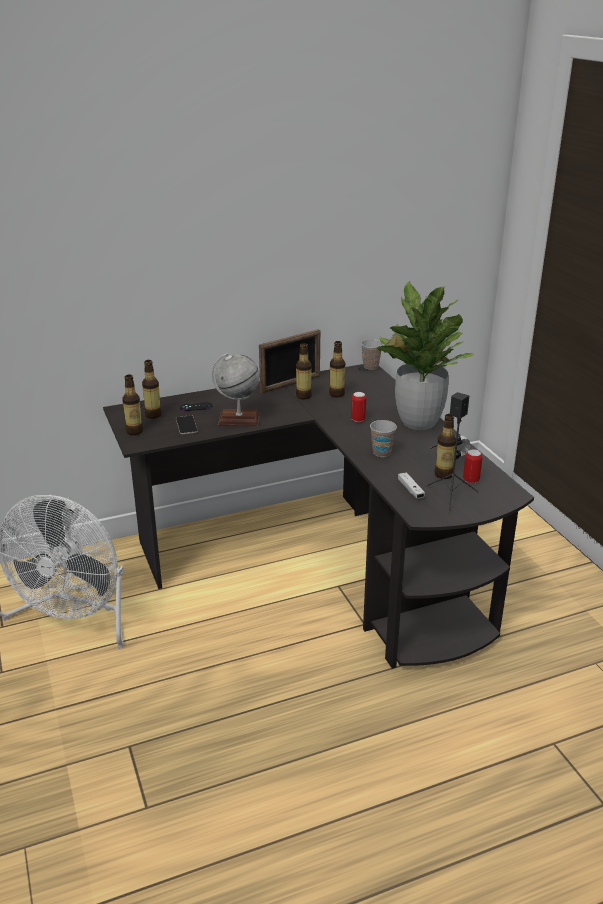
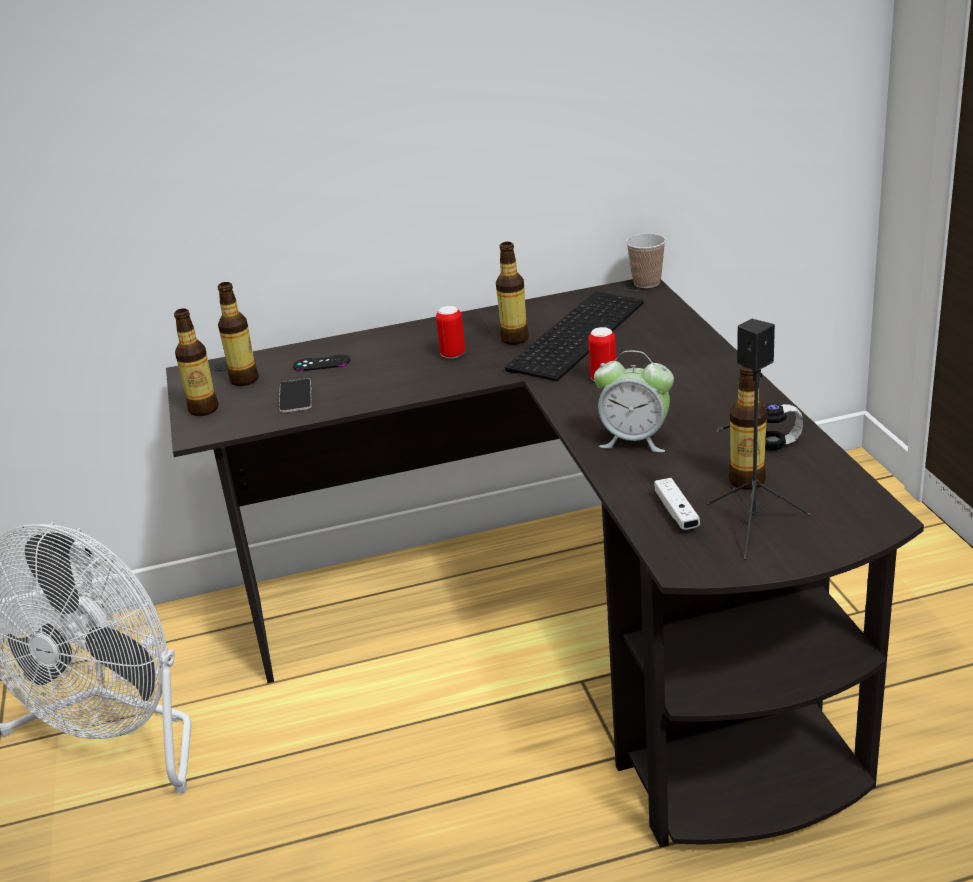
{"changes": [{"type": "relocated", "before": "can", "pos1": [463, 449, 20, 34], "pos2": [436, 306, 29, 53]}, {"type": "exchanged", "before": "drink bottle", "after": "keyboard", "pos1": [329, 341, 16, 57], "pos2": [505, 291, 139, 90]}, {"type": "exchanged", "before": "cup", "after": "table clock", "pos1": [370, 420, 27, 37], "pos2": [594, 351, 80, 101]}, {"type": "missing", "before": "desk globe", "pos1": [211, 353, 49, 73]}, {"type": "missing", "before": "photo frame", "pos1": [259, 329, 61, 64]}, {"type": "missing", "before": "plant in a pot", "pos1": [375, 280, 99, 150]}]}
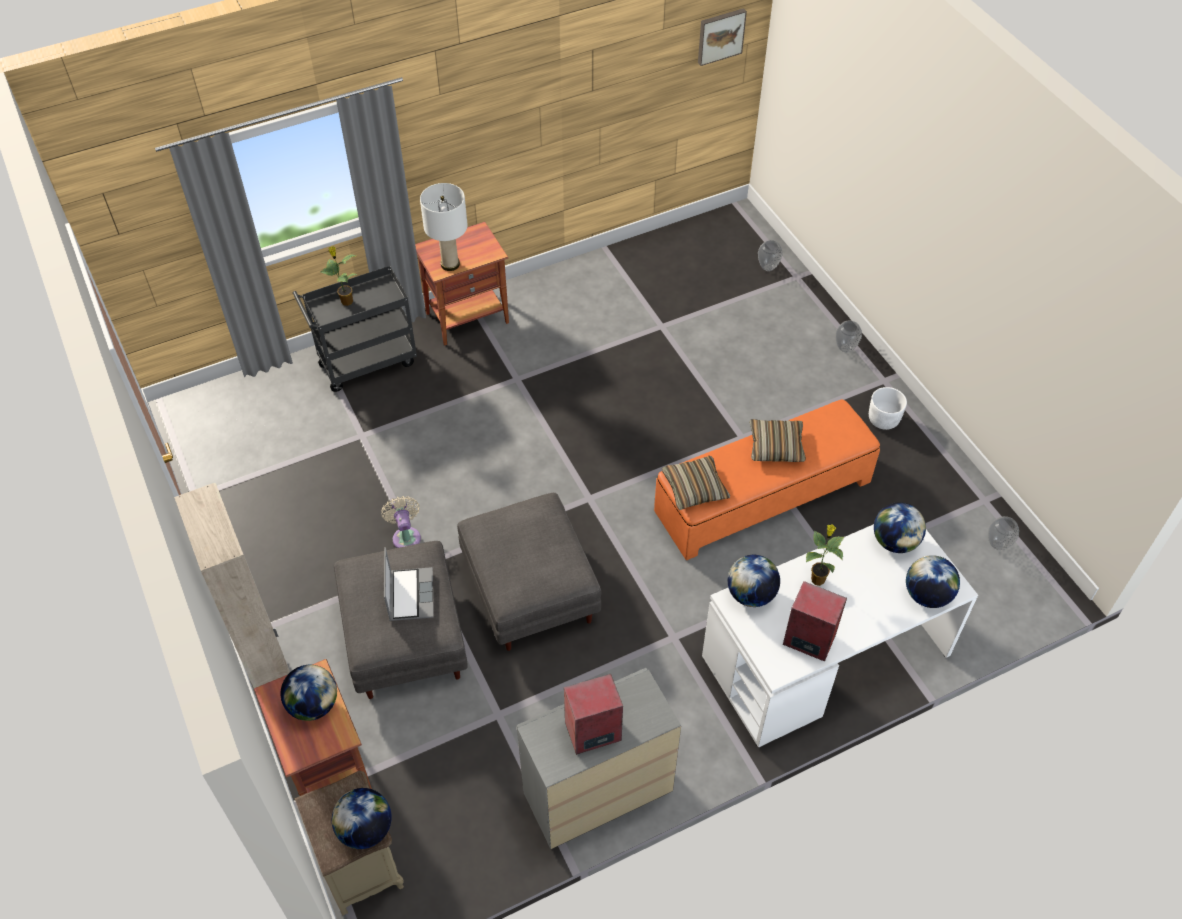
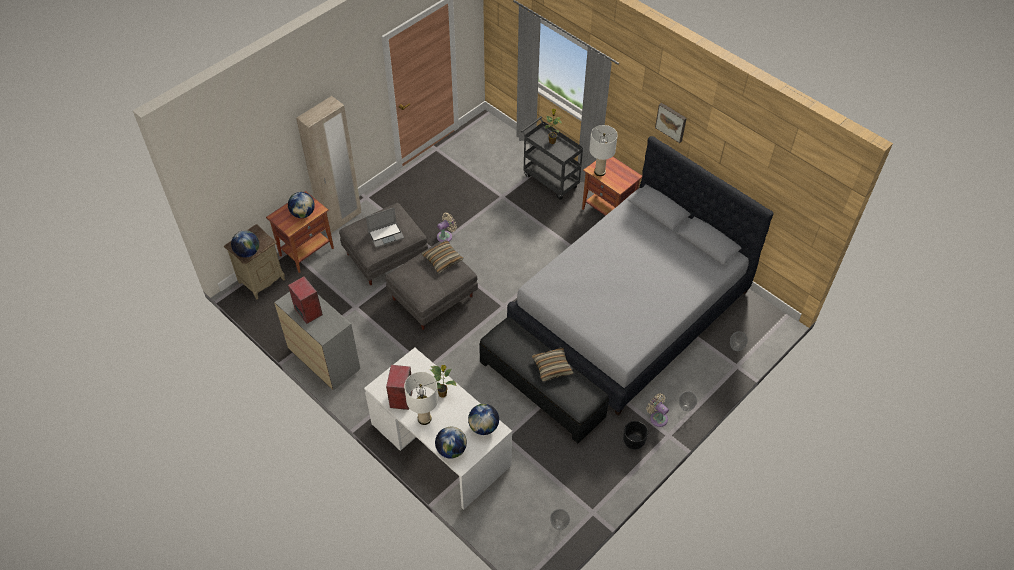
{"changes": [{"type": "appeared", "after": "lamp for a table in white-coloured", "pos2": [404, 372, 34, 53]}, {"type": "relocated", "before": "throw pillow", "pos1": [662, 456, 68, 54], "pos2": [422, 240, 42, 33]}, {"type": "colour", "before": "bench in orangey", "after": "bench in black-coloured", "pos1": [654, 399, 226, 161], "pos2": [479, 317, 130, 126]}, {"type": "appeared", "after": "sleeping bed in gray", "pos2": [507, 136, 267, 279]}, {"type": "colour", "before": "flower pot in white-coloured", "after": "flower pot in black-coloured", "pos1": [869, 387, 38, 43], "pos2": [623, 421, 25, 29]}, {"type": "appeared", "after": "fan in beige", "pos2": [646, 393, 23, 34]}, {"type": "relocated", "before": "picture", "pos1": [698, 8, 49, 58], "pos2": [655, 103, 32, 40]}, {"type": "missing", "before": "desk globe", "pos1": [728, 555, 52, 52]}]}
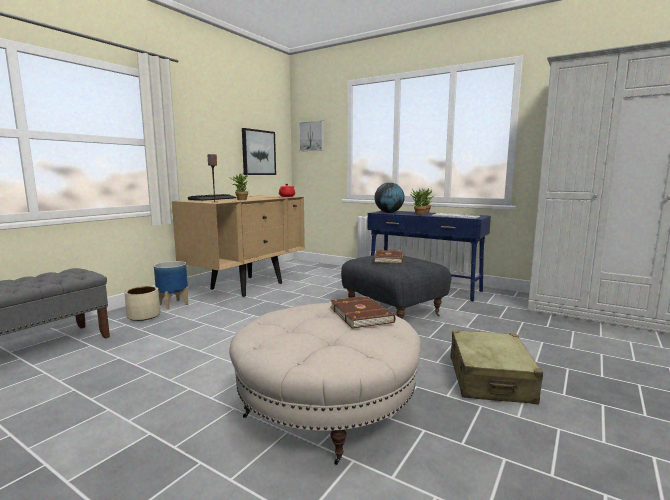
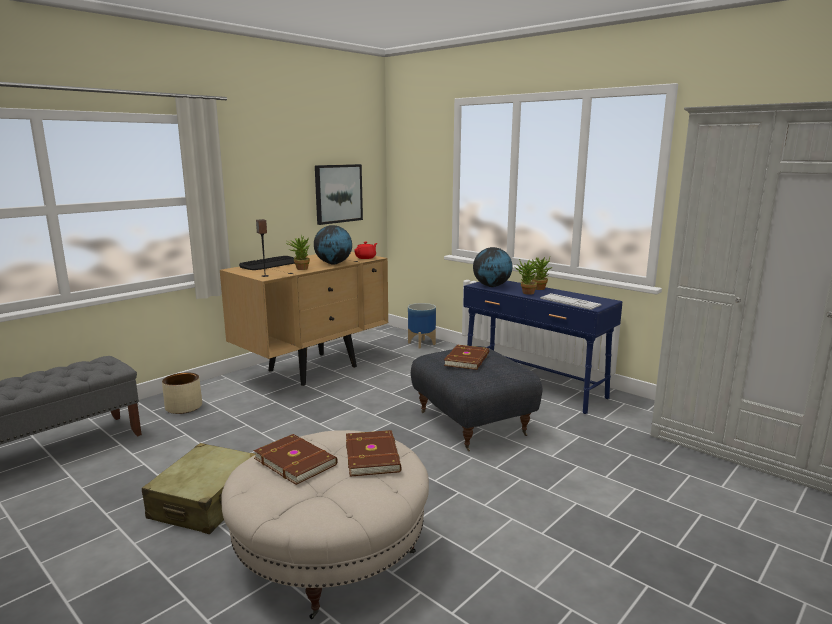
{"changes": [{"type": "relocated", "before": "suitcase in beige", "pos1": [450, 330, 93, 74], "pos2": [142, 443, 113, 91]}, {"type": "appeared", "after": "book in brown-coloured", "pos2": [253, 434, 85, 51]}, {"type": "appeared", "after": "desk globe", "pos2": [314, 225, 38, 39]}, {"type": "relocated", "before": "flower pot", "pos1": [154, 261, 34, 48], "pos2": [408, 303, 28, 46]}, {"type": "missing", "before": "picture", "pos1": [299, 120, 25, 31]}]}
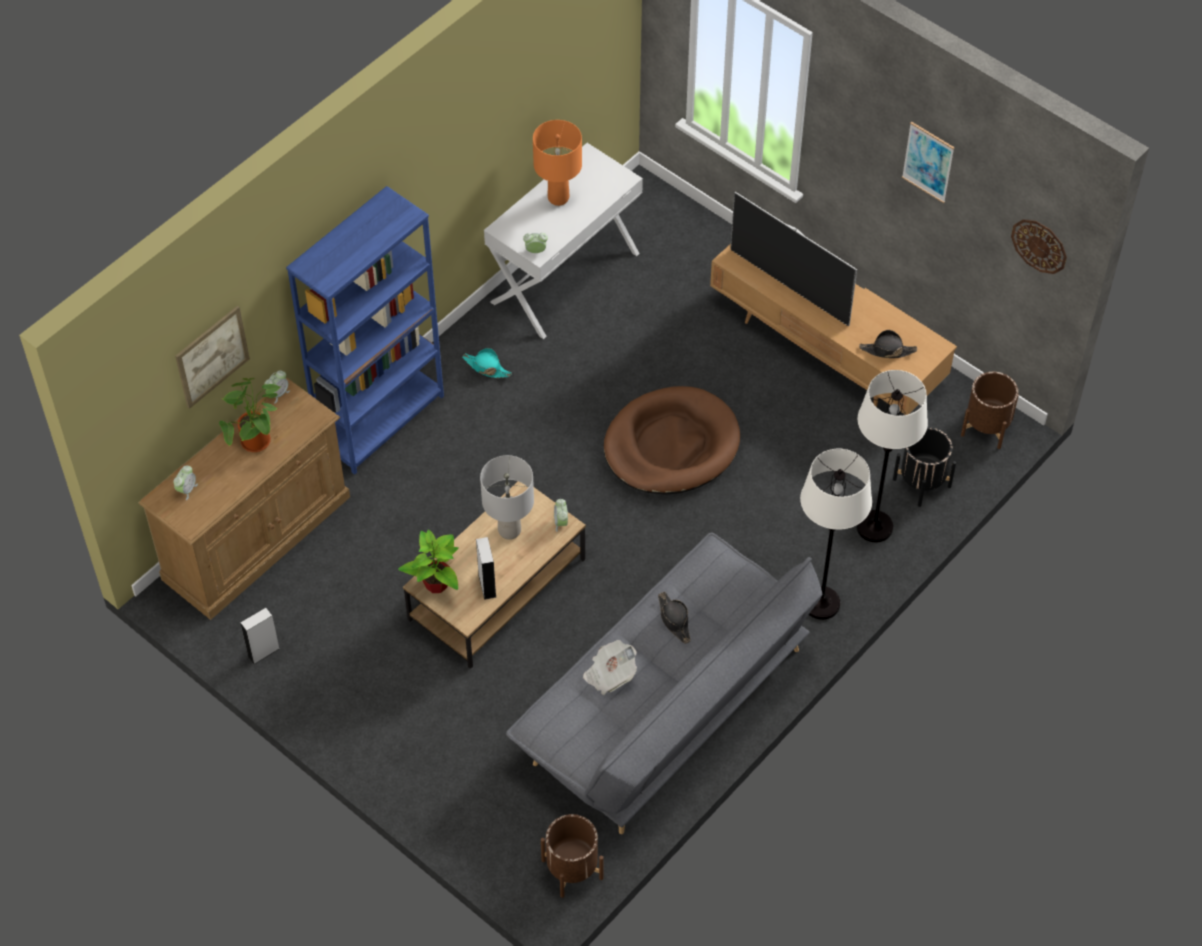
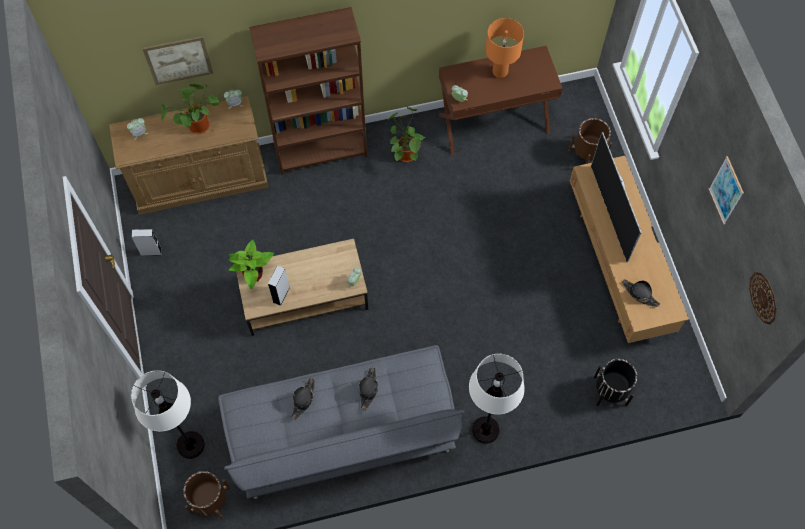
{"changes": [{"type": "relocated", "before": "floor lamp in white-coloured", "pos1": [856, 370, 72, 172], "pos2": [131, 370, 74, 89]}, {"type": "colour", "before": "shelving unit in blue-coloured", "after": "shelving unit in brown-coloured", "pos1": [286, 186, 158, 289], "pos2": [249, 7, 118, 168]}, {"type": "exchanged", "before": "newspaper", "after": "wearable hat in black-coloured", "pos1": [583, 640, 54, 55], "pos2": [292, 378, 23, 42]}, {"type": "exchanged", "before": "wearable hat in turquoise", "after": "plant in a pot", "pos1": [462, 348, 50, 30], "pos2": [387, 107, 38, 55]}, {"type": "colour", "before": "hall table in white-coloured", "after": "hall table in brown-coloured", "pos1": [484, 143, 159, 196], "pos2": [438, 46, 125, 109]}, {"type": "relocated", "before": "flower pot in brown-coloured", "pos1": [961, 372, 58, 77], "pos2": [569, 118, 43, 46]}, {"type": "missing", "before": "lamp for a table in gray", "pos1": [480, 455, 54, 85]}, {"type": "missing", "before": "dog bed in brown-coloured", "pos1": [604, 386, 136, 109]}]}
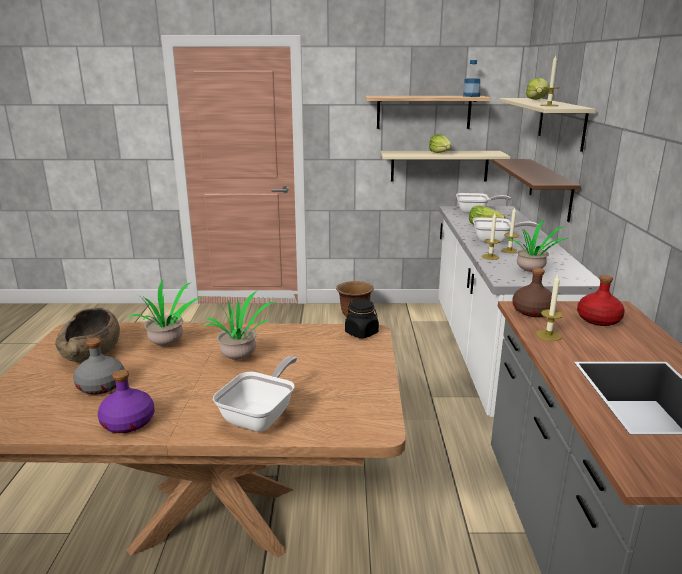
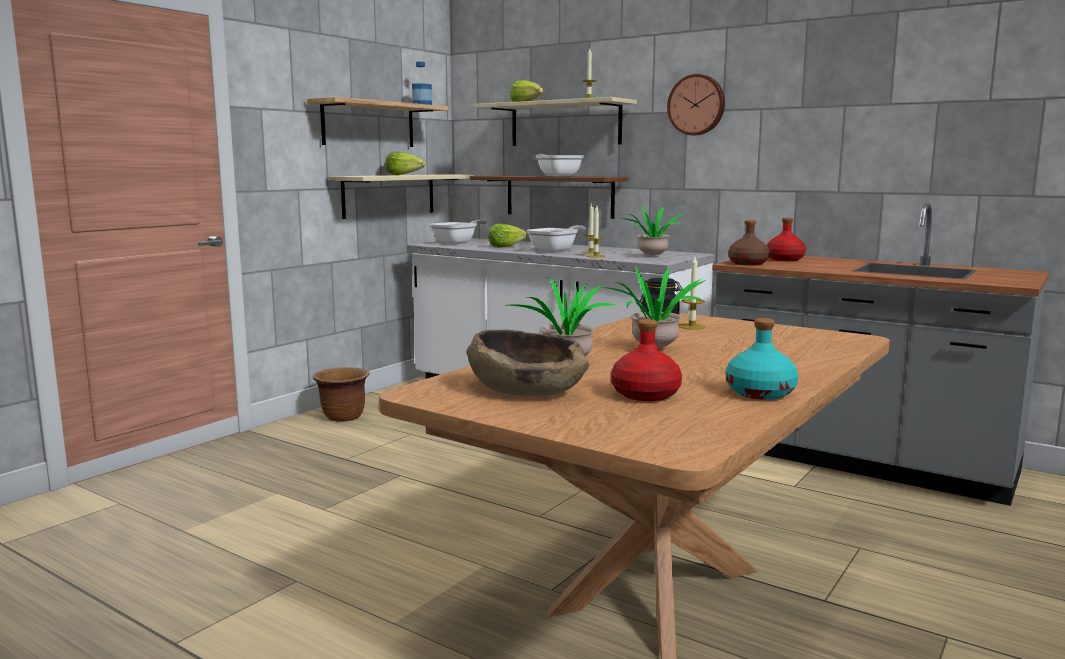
{"changes": [{"type": "relocated", "before": "skillet", "pos1": [213, 356, 84, 76], "pos2": [533, 154, 51, 22]}, {"type": "colour", "before": "drink bottle in gray", "after": "drink bottle in reddish", "pos1": [73, 338, 52, 57], "pos2": [611, 319, 71, 82]}, {"type": "appeared", "after": "wall clock", "pos2": [667, 74, 58, 61]}, {"type": "relocated", "before": "candle", "pos1": [536, 275, 27, 66], "pos2": [679, 257, 27, 72]}, {"type": "colour", "before": "drink bottle in purple-coloured", "after": "drink bottle in turquoise", "pos1": [98, 370, 57, 63], "pos2": [726, 318, 72, 82]}]}
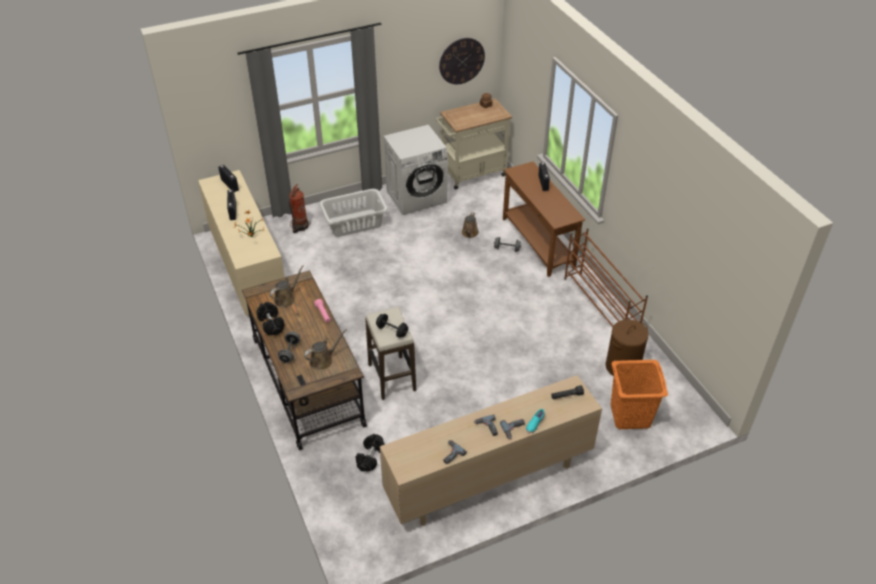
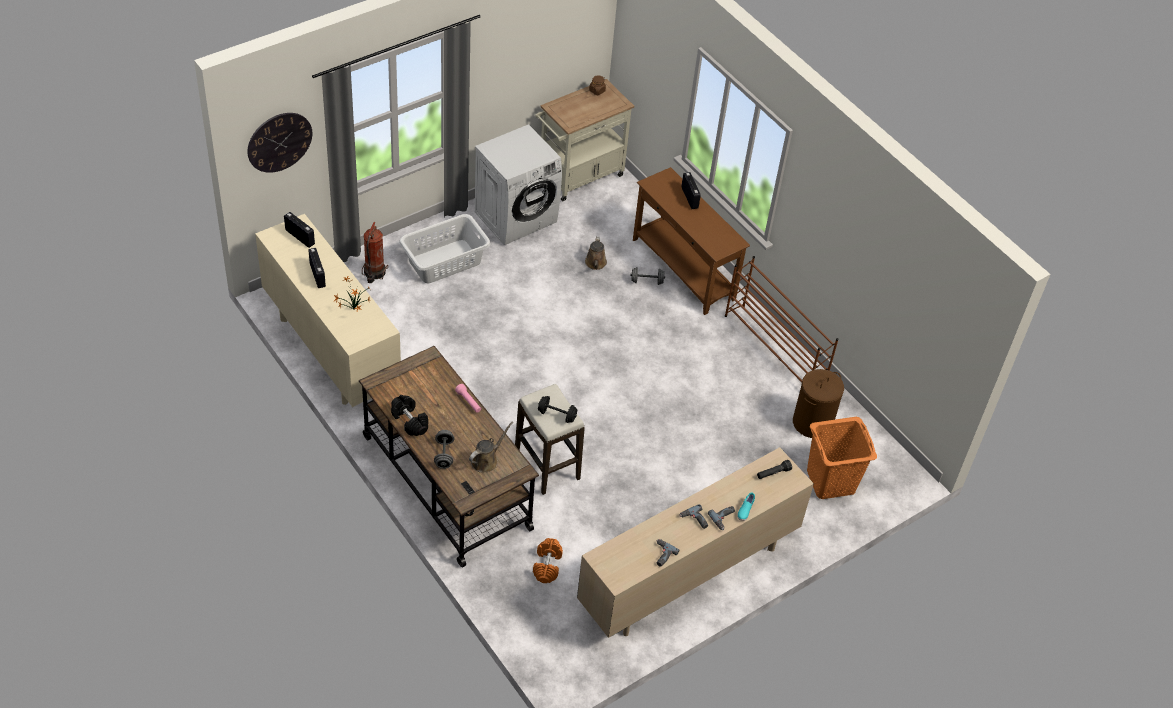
{"changes": [{"type": "relocated", "before": "wall clock", "pos1": [439, 38, 46, 46], "pos2": [247, 113, 65, 60]}, {"type": "colour", "before": "dumbbell in black-coloured", "after": "dumbbell in orangey", "pos1": [356, 434, 28, 38], "pos2": [533, 538, 30, 45]}, {"type": "missing", "before": "sprinkling can in brown-coloured", "pos1": [270, 265, 34, 42]}]}
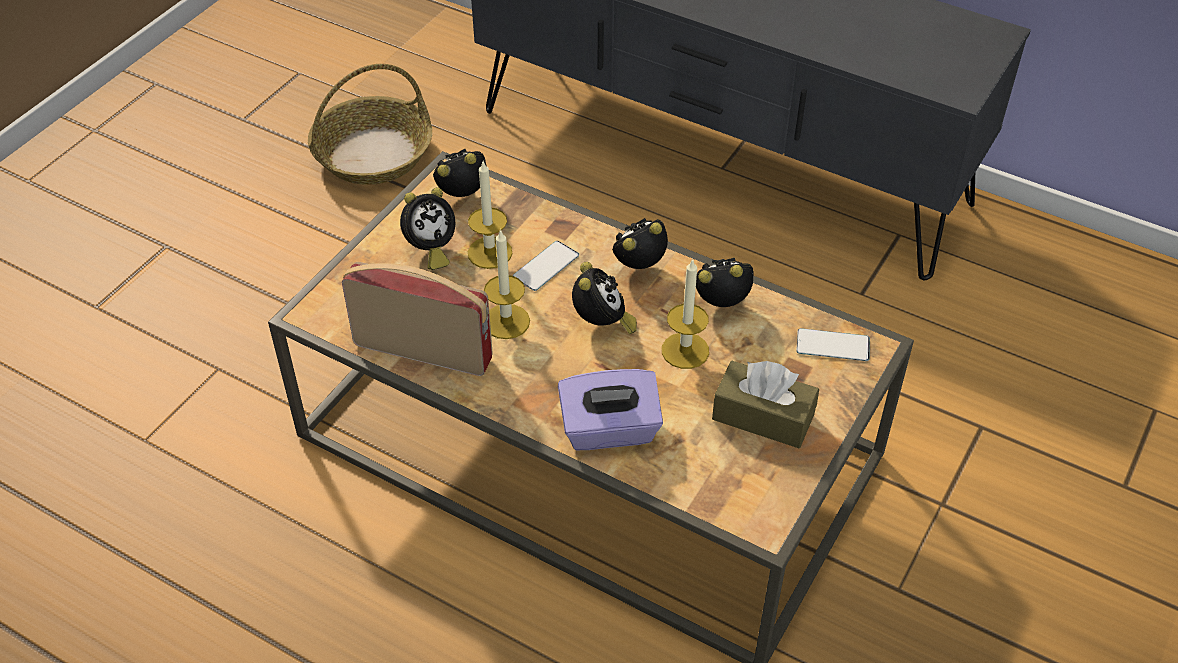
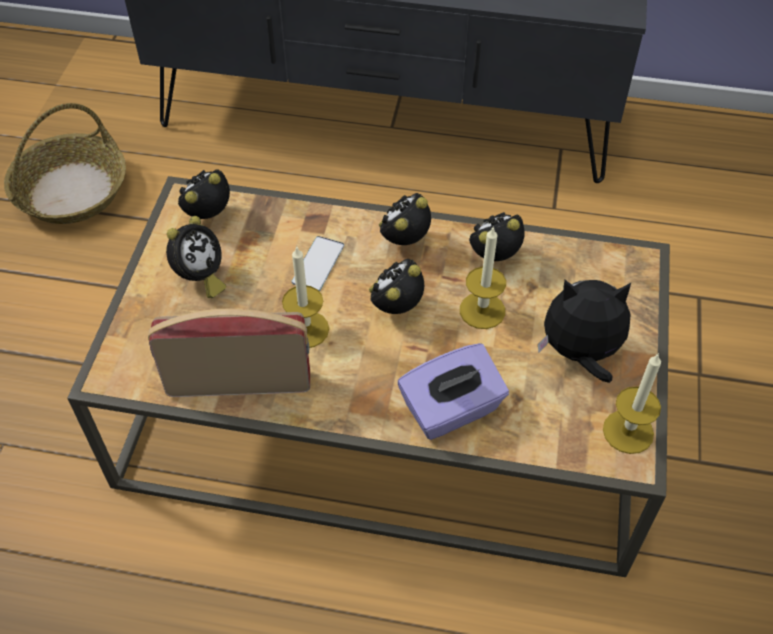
{"changes": [{"type": "spun", "before": "table clock", "pos1": [572, 262, 65, 72], "pos2": [369, 259, 55, 55], "turn": -120}, {"type": "exchanged", "before": "tissue box in brown-coloured", "after": "cuddly toy", "pos1": [712, 361, 107, 87], "pos2": [538, 280, 93, 103]}, {"type": "relocated", "before": "candle", "pos1": [468, 161, 44, 108], "pos2": [603, 353, 58, 101]}, {"type": "missing", "before": "handset", "pos1": [796, 328, 74, 33]}]}
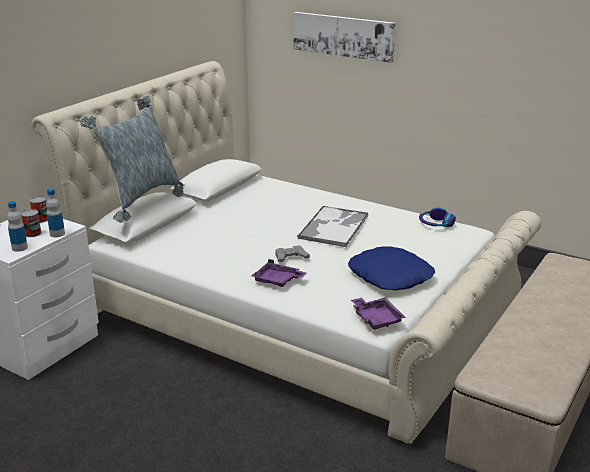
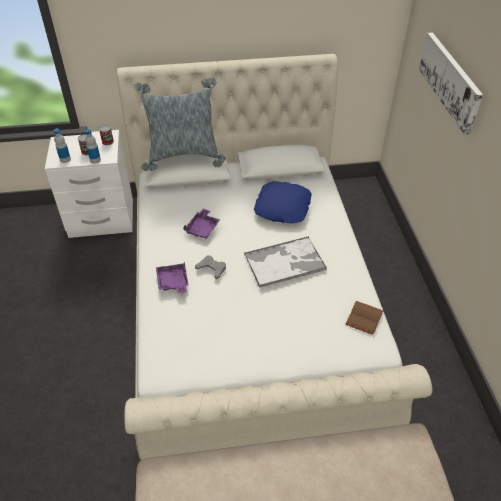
{"changes": [{"type": "relocated", "before": "serving tray in purple-coloured", "pos1": [351, 297, 55, 33], "pos2": [183, 209, 37, 30]}, {"type": "relocated", "before": "throw pillow in blue-coloured", "pos1": [348, 246, 87, 44], "pos2": [254, 181, 58, 43]}, {"type": "exchanged", "before": "headphones", "after": "book in brown-coloured", "pos1": [419, 207, 37, 20], "pos2": [346, 301, 37, 34]}]}
